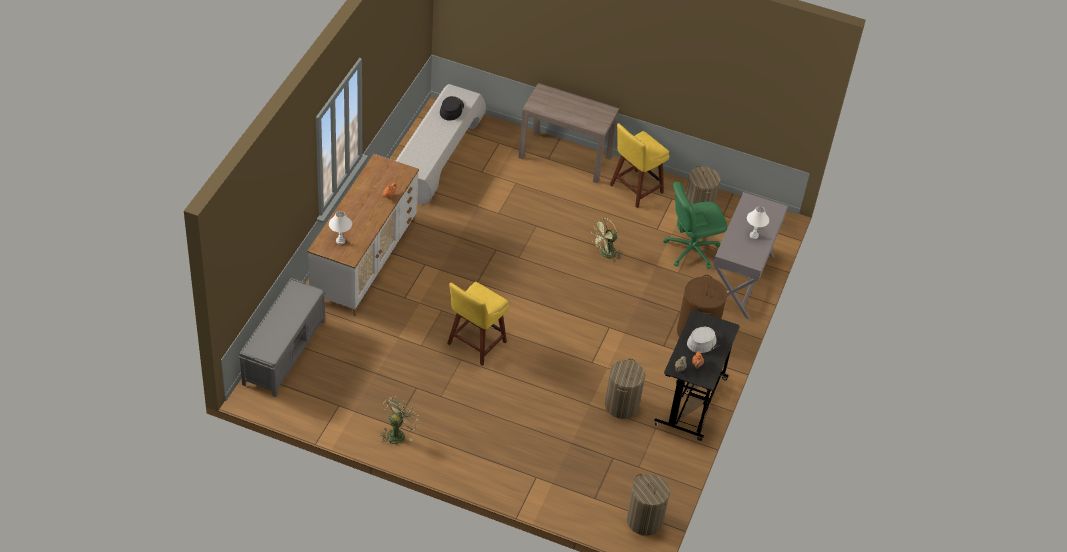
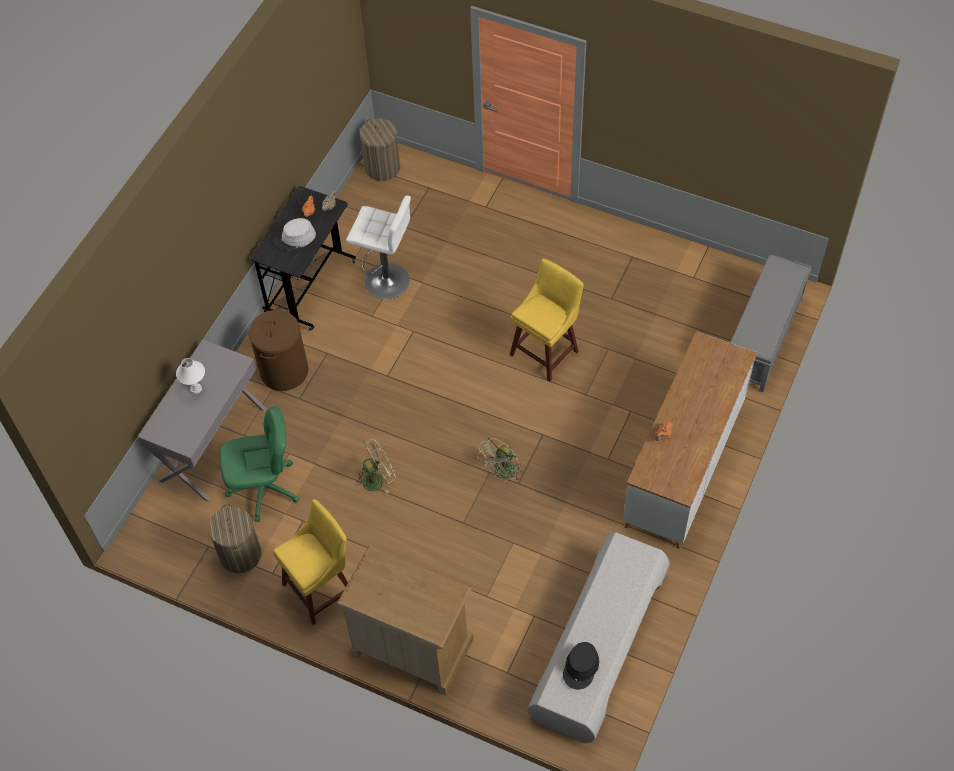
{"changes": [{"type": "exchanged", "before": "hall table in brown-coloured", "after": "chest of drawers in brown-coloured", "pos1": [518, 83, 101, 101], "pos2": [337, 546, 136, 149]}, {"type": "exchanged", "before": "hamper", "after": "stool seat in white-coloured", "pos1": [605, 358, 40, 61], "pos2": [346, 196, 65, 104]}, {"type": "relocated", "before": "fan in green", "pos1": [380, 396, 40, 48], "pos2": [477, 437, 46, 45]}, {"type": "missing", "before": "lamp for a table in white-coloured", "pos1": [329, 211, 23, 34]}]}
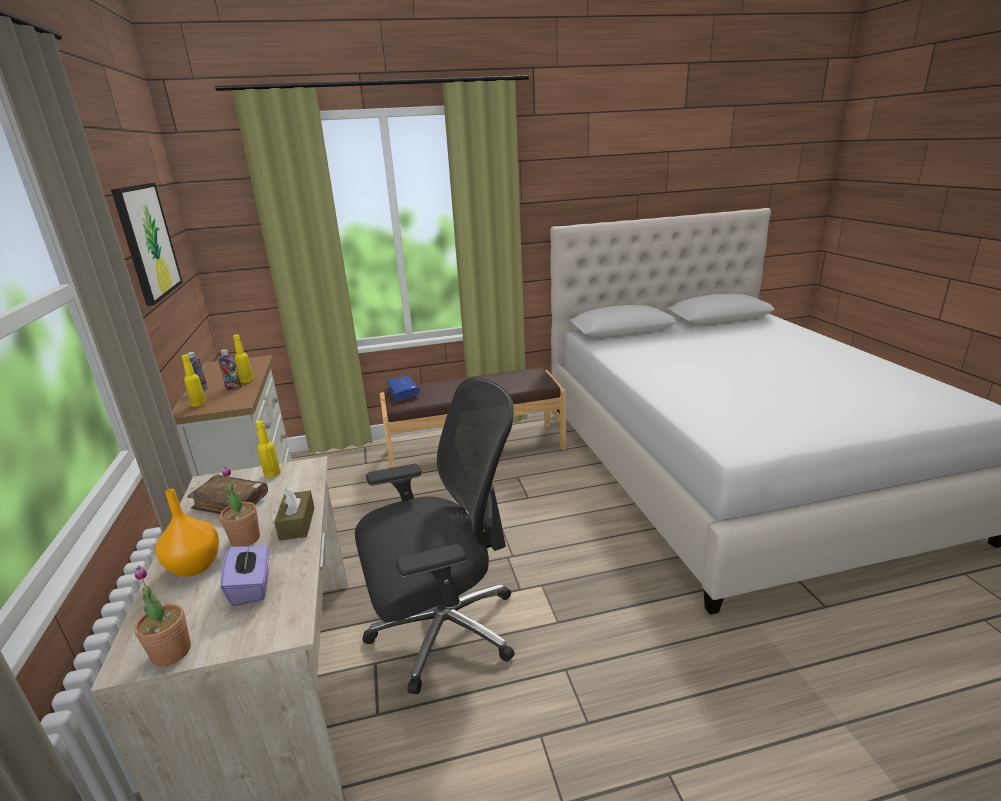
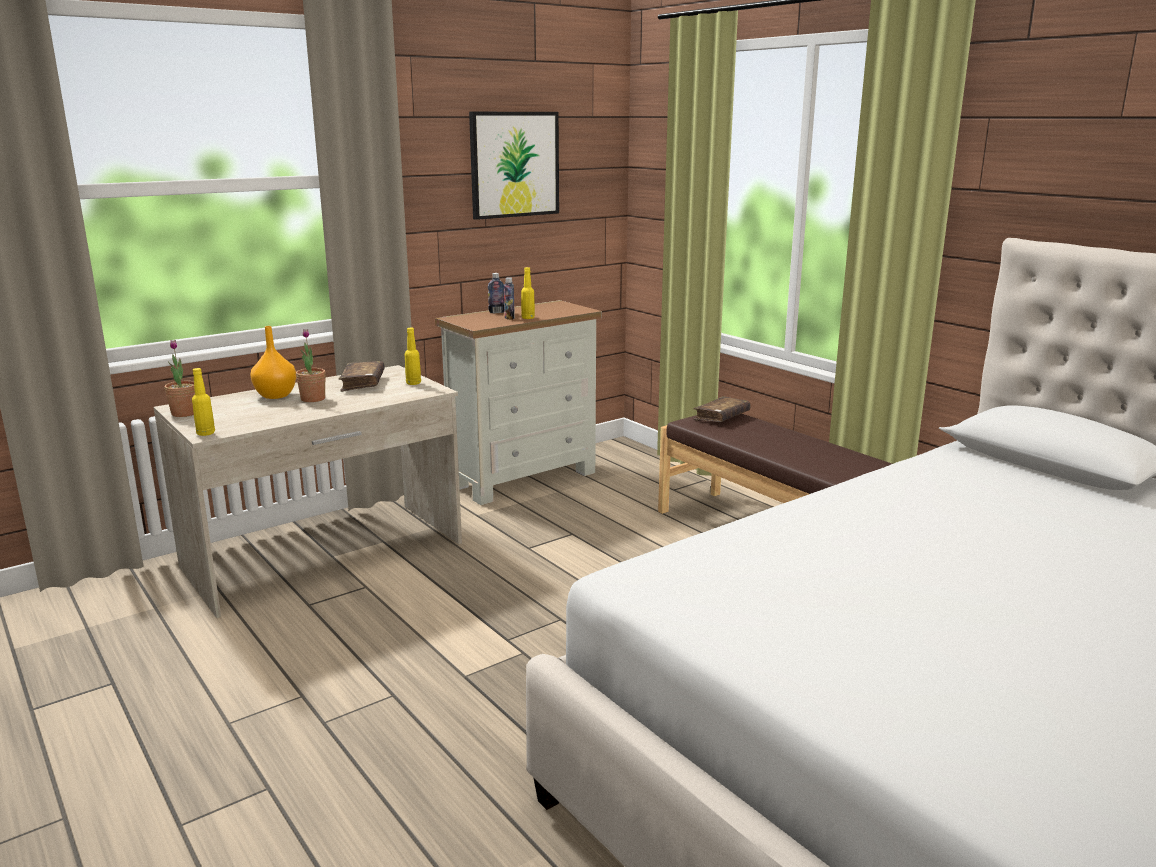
{"changes": [{"type": "relocated", "before": "drink bottle in yellow-coloured", "pos1": [181, 354, 25, 53], "pos2": [192, 368, 23, 68]}, {"type": "colour", "before": "book in blue-coloured", "after": "book in brown-coloured", "pos1": [386, 375, 34, 27], "pos2": [693, 396, 58, 26]}, {"type": "missing", "before": "tissue box in purple-coloured", "pos1": [221, 540, 48, 67]}, {"type": "missing", "before": "tissue box in brown-coloured", "pos1": [274, 487, 40, 54]}, {"type": "missing", "before": "computer chair", "pos1": [355, 378, 160, 316]}]}
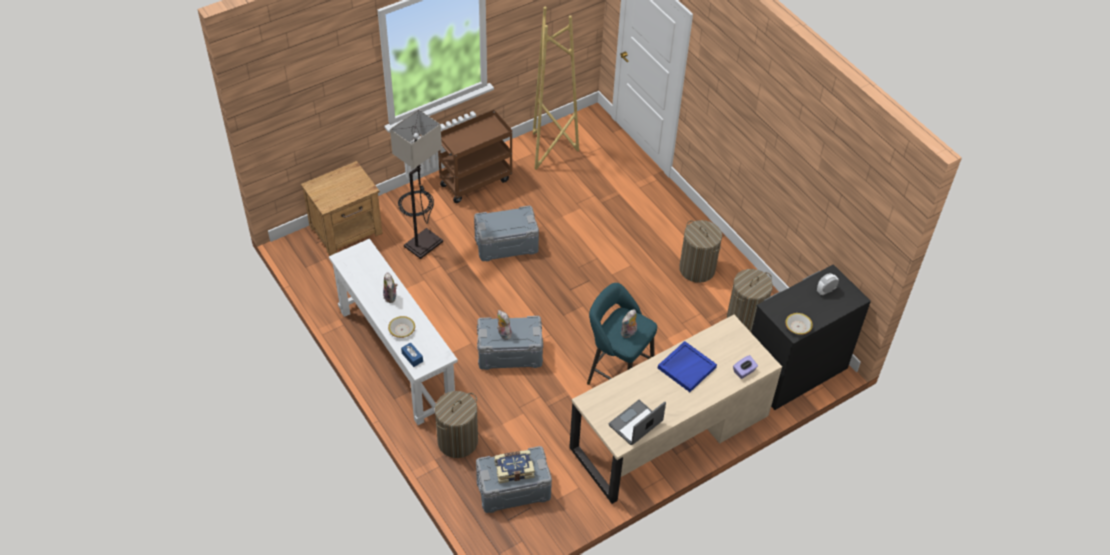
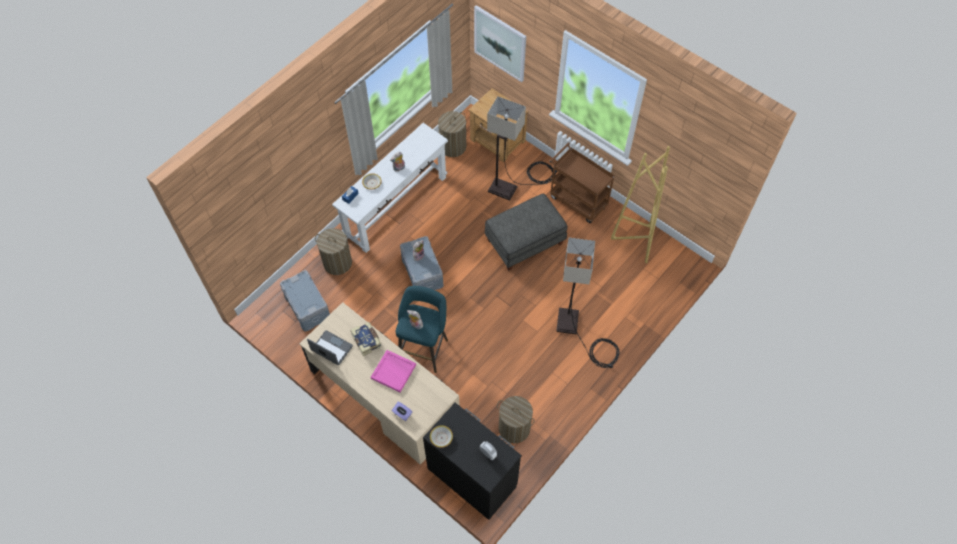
{"changes": [{"type": "relocated", "before": "book", "pos1": [494, 450, 41, 33], "pos2": [350, 322, 31, 34]}, {"type": "colour", "before": "serving tray in blue-coloured", "after": "serving tray in pinkish", "pos1": [658, 341, 59, 51], "pos2": [371, 350, 45, 42]}, {"type": "relocated", "before": "hamper", "pos1": [679, 220, 43, 63], "pos2": [438, 111, 28, 46]}, {"type": "appeared", "after": "picture", "pos2": [474, 5, 52, 77]}, {"type": "exchanged", "before": "storage bin in gray", "after": "pouffe in gray", "pos1": [474, 206, 65, 55], "pos2": [485, 194, 82, 76]}, {"type": "appeared", "after": "floor lamp", "pos2": [556, 238, 63, 130]}]}
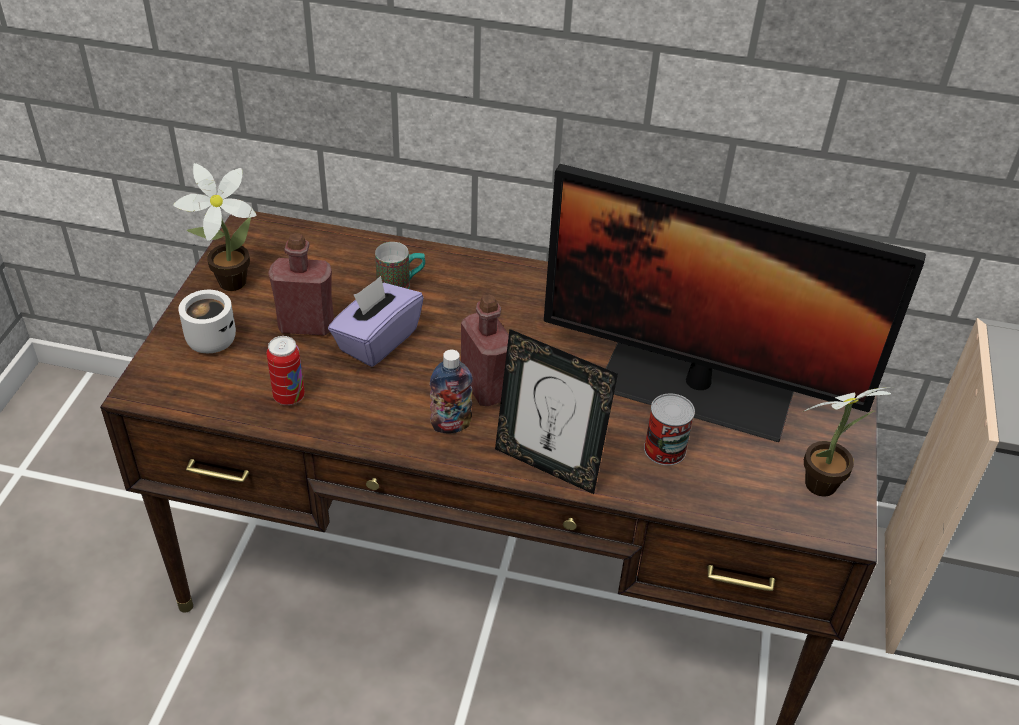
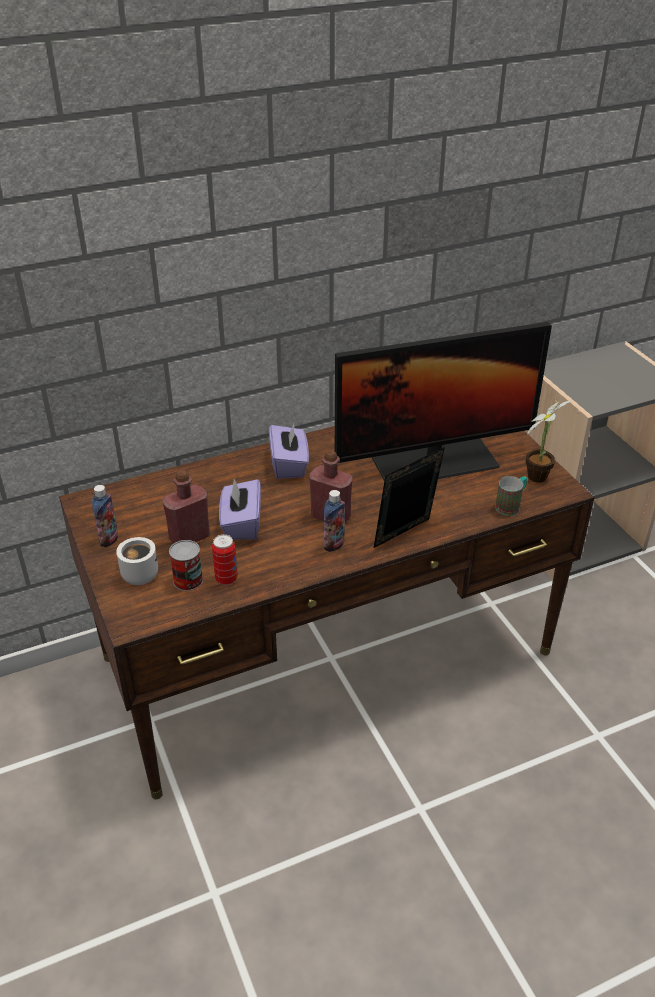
{"changes": [{"type": "exchanged", "before": "plant in a pot", "after": "drink bottle", "pos1": [173, 163, 84, 128], "pos2": [92, 485, 26, 62]}, {"type": "relocated", "before": "can", "pos1": [644, 393, 51, 73], "pos2": [169, 540, 34, 51]}, {"type": "appeared", "after": "tissue box in purple-coloured", "pos2": [269, 423, 40, 56]}, {"type": "spun", "before": "photo frame", "pos1": [495, 329, 123, 165], "pos2": [374, 447, 71, 101], "turn": 150}, {"type": "relocated", "before": "coffee mug", "pos1": [375, 242, 50, 47], "pos2": [495, 476, 32, 40]}]}
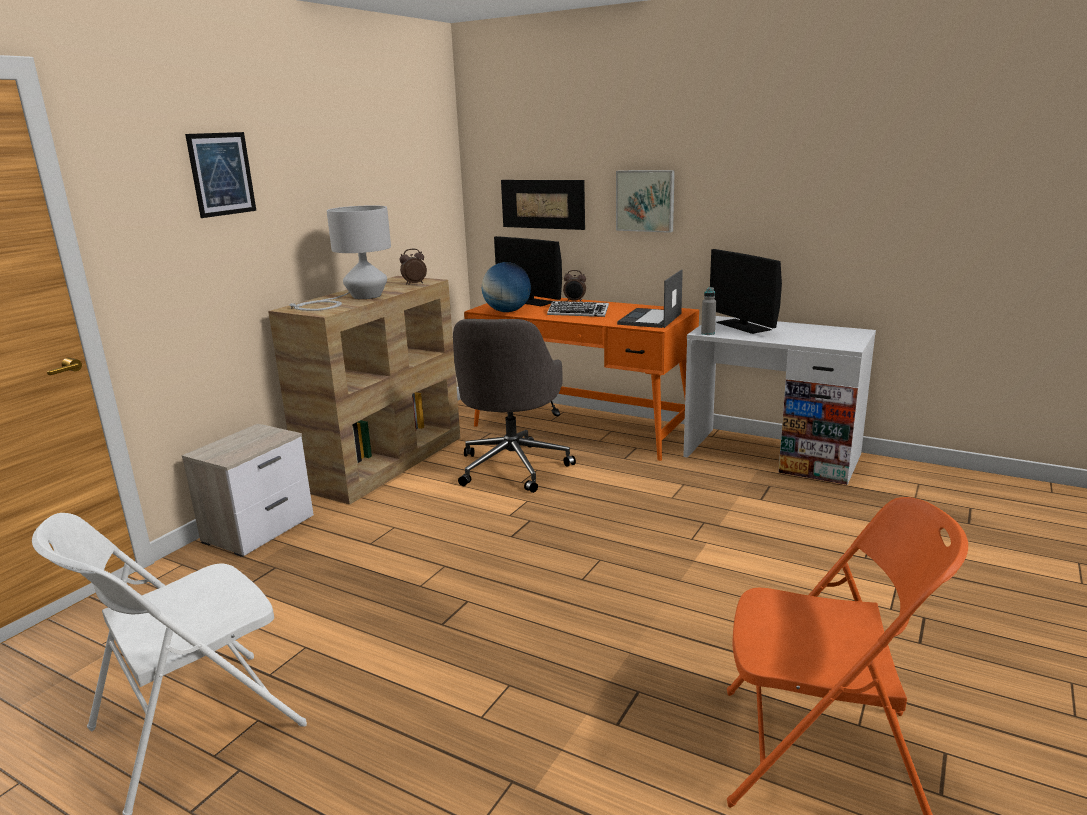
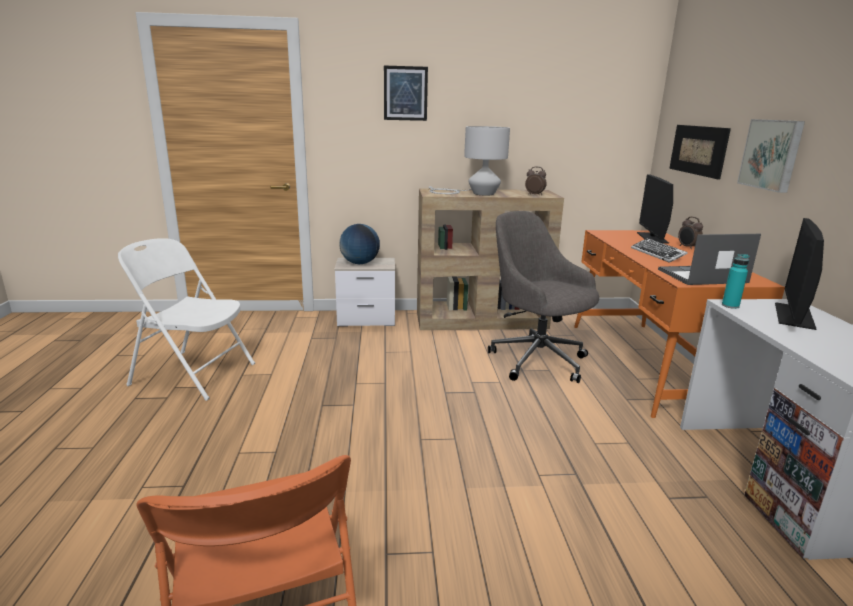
{"changes": [{"type": "relocated", "before": "desk globe", "pos1": [482, 262, 49, 50], "pos2": [339, 224, 41, 40]}, {"type": "spun", "before": "computer chair in gray", "pos1": [453, 319, 123, 174], "pos2": [488, 211, 111, 172], "turn": 75}, {"type": "colour", "before": "drink bottle in gray", "after": "drink bottle in turquoise", "pos1": [701, 287, 15, 48], "pos2": [722, 254, 27, 55]}]}
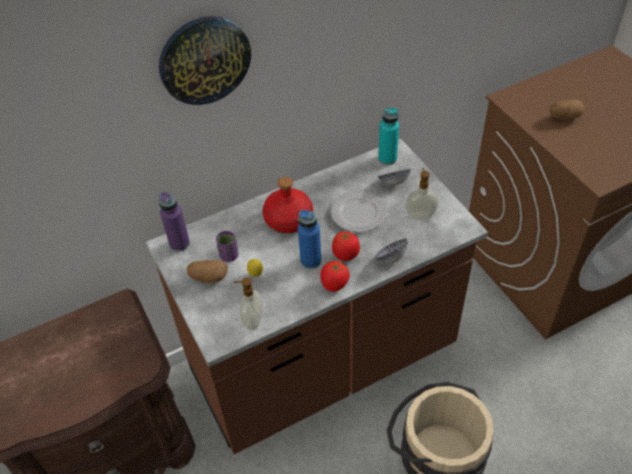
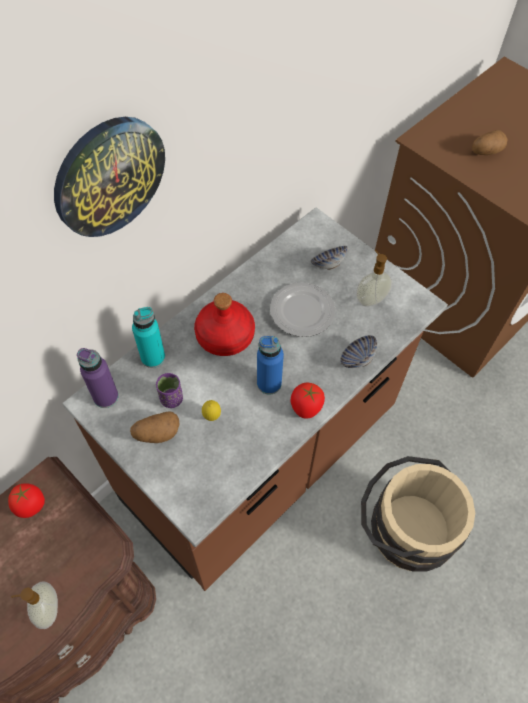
{"changes": [{"type": "relocated", "before": "fresh tomato", "pos1": [332, 231, 28, 30], "pos2": [8, 484, 37, 34]}, {"type": "relocated", "before": "soap bottle", "pos1": [234, 277, 29, 53], "pos2": [11, 582, 47, 47]}, {"type": "relocated", "before": "drink bottle in turquoise", "pos1": [378, 108, 21, 57], "pos2": [132, 307, 33, 61]}]}
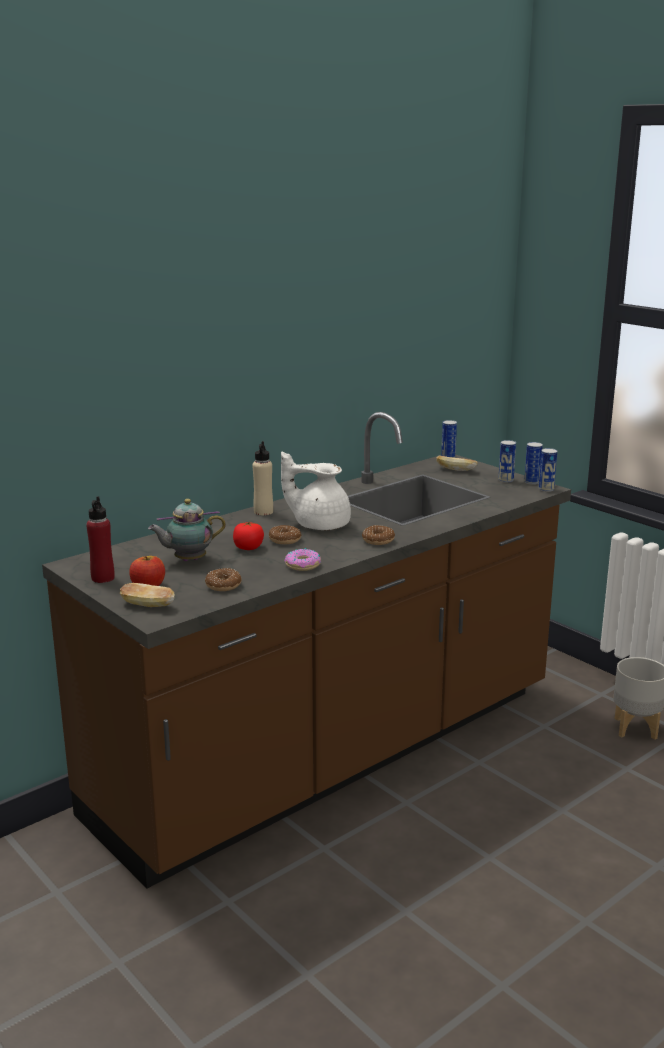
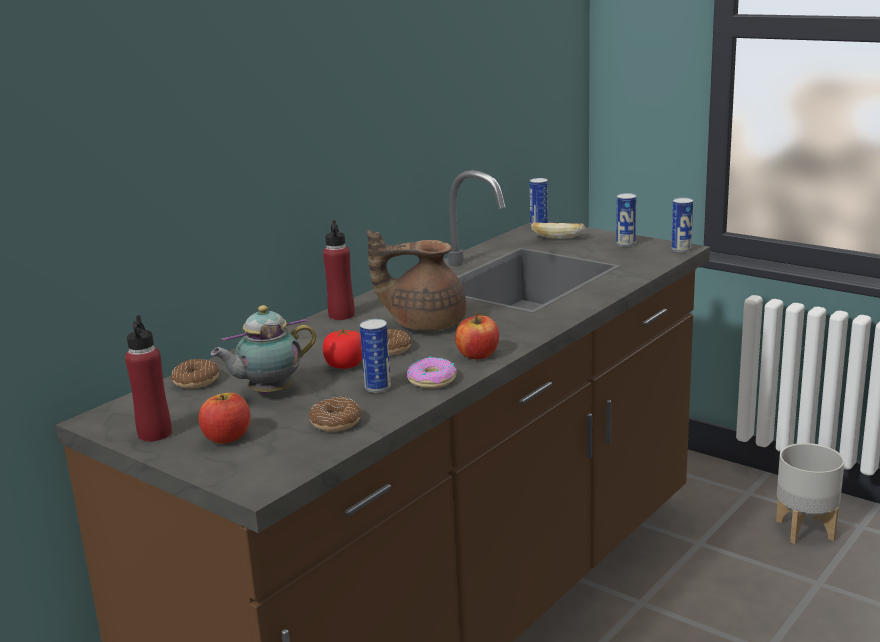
{"changes": [{"type": "relocated", "before": "ring doughnut", "pos1": [362, 525, 33, 20], "pos2": [171, 359, 48, 30]}, {"type": "colour", "before": "drink bottle in beige", "after": "drink bottle in reddish", "pos1": [252, 441, 21, 74], "pos2": [323, 220, 32, 100]}, {"type": "relocated", "before": "can", "pos1": [524, 442, 19, 43], "pos2": [360, 319, 31, 74]}, {"type": "colour", "before": "tea pot in white-coloured", "after": "tea pot in brown-coloured", "pos1": [281, 452, 70, 78], "pos2": [367, 230, 99, 100]}, {"type": "appeared", "after": "whole apple", "pos2": [455, 313, 44, 46]}, {"type": "missing", "before": "baked bread", "pos1": [120, 583, 55, 24]}]}
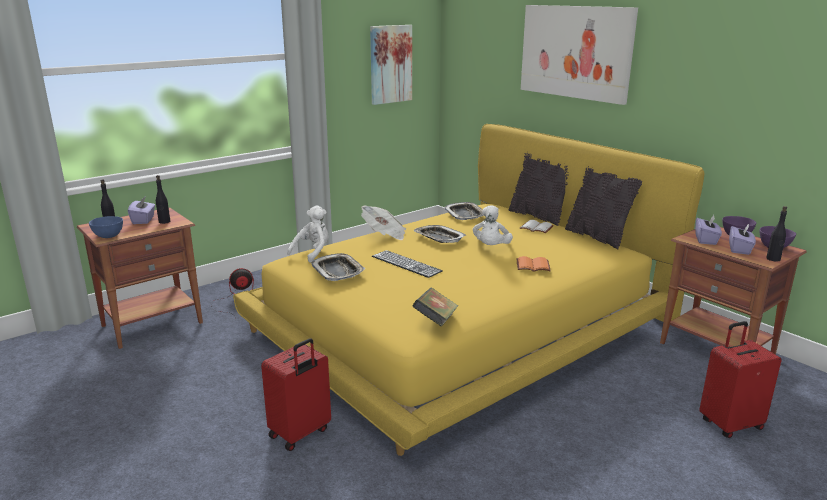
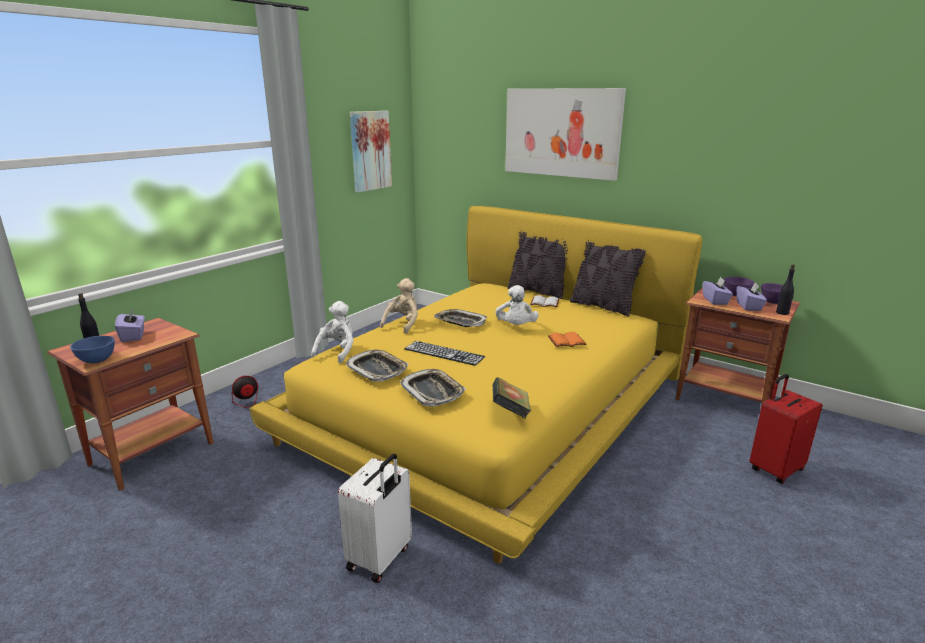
{"changes": [{"type": "colour", "before": "suitcase in reddish", "after": "suitcase in white-coloured", "pos1": [261, 338, 70, 113], "pos2": [338, 453, 74, 130]}, {"type": "exchanged", "before": "newspaper", "after": "cuddly toy in beige", "pos1": [361, 205, 45, 35], "pos2": [380, 278, 38, 56]}, {"type": "relocated", "before": "serving tray", "pos1": [444, 202, 39, 18], "pos2": [400, 369, 66, 38]}, {"type": "missing", "before": "drink bottle in black-coloured", "pos1": [156, 175, 14, 49]}]}
